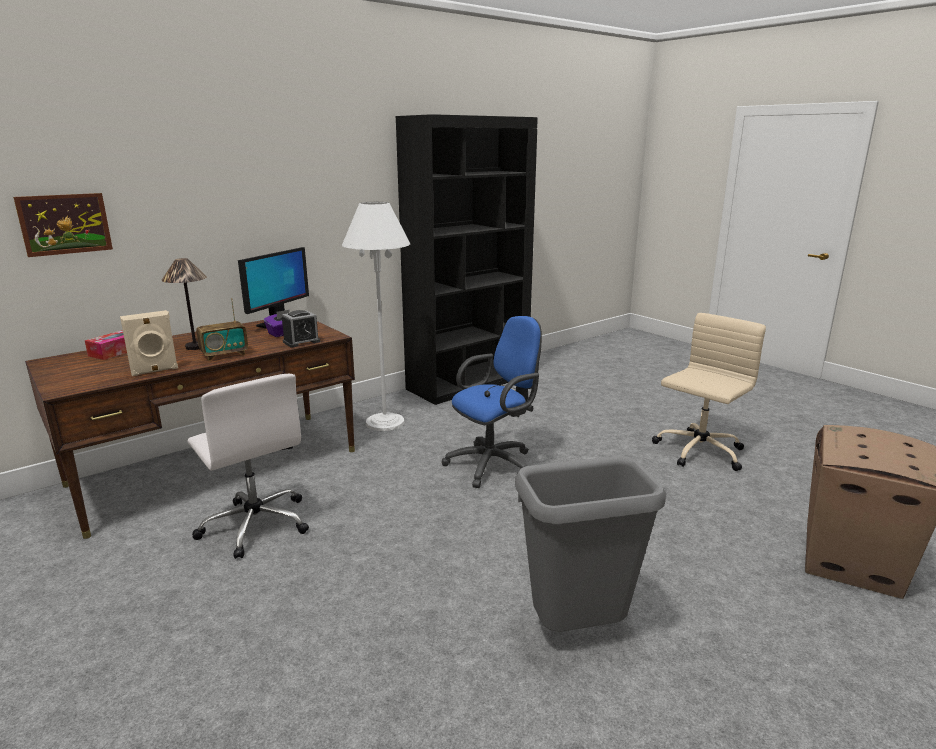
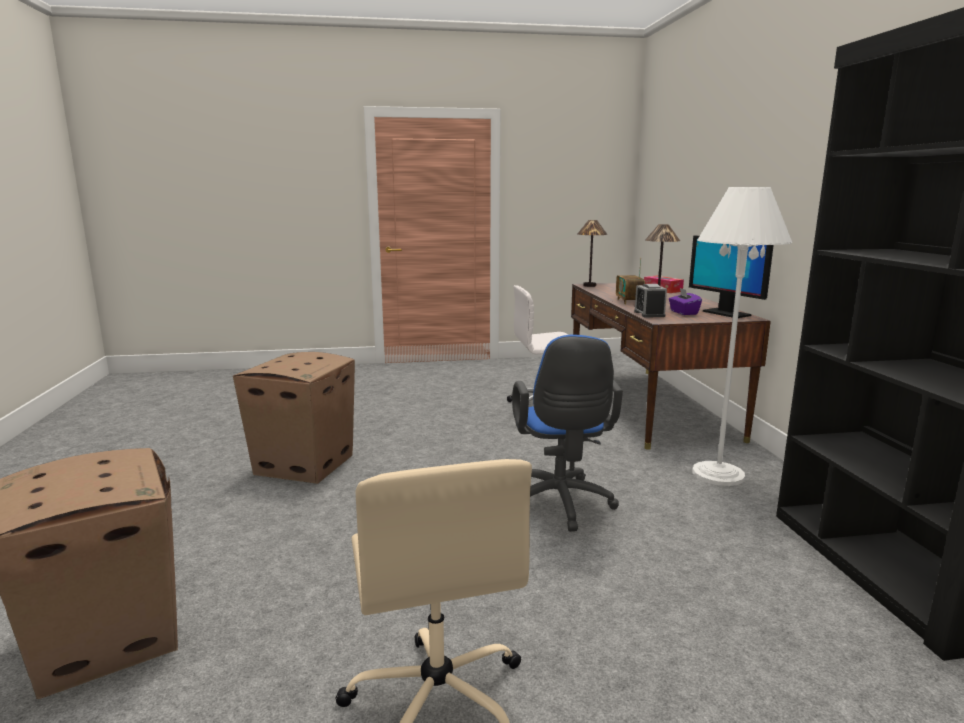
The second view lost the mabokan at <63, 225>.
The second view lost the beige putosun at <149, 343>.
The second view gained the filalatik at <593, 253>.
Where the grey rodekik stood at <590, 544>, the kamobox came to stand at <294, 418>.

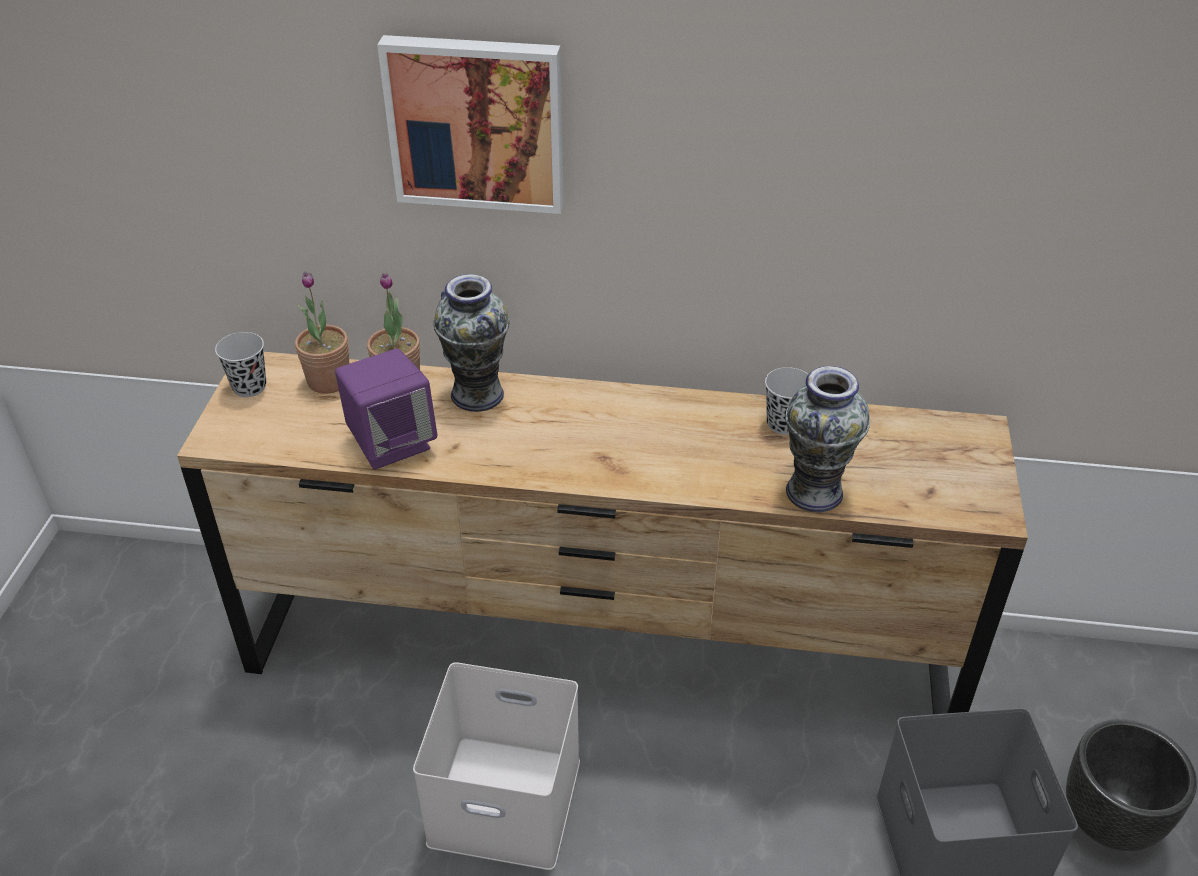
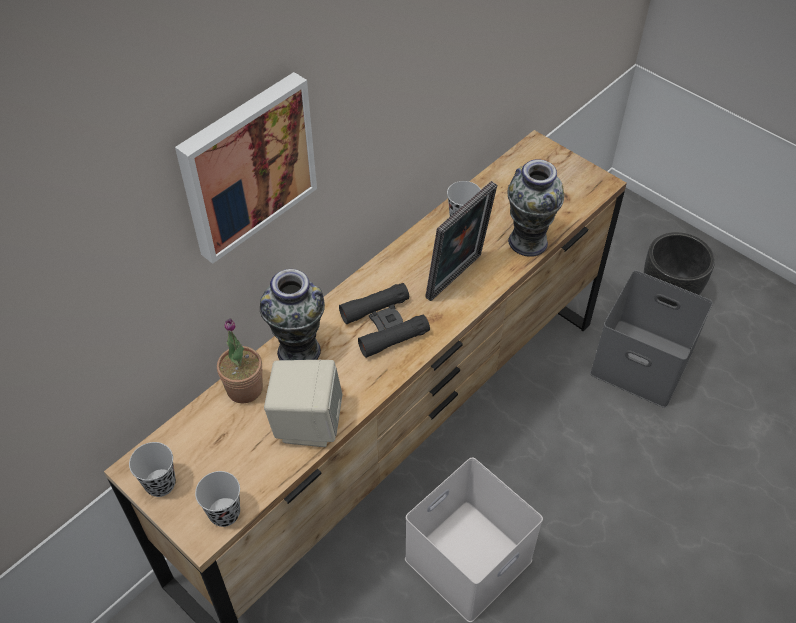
The second view lost the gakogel at <322, 333>.
The second view gained the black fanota at <217, 499>.
The second view gained the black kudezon at <384, 320>.
The second view gained the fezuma at <461, 241>.
What was the purple putosun at <386, 409> turned into the beige putosun at <303, 403>.

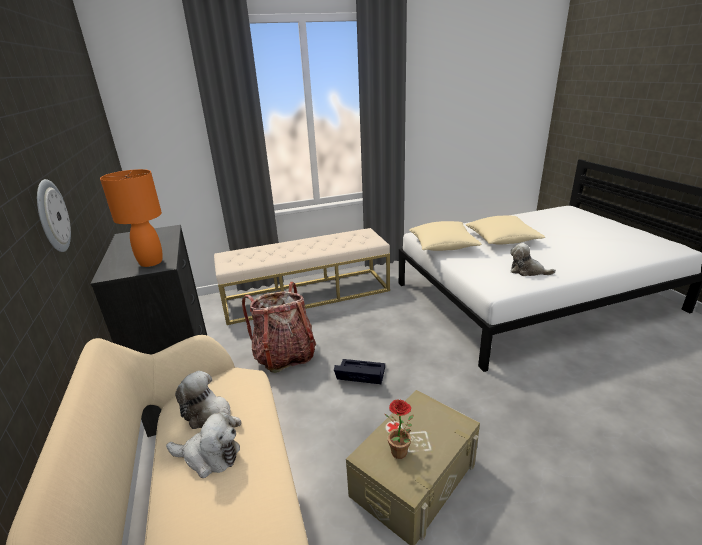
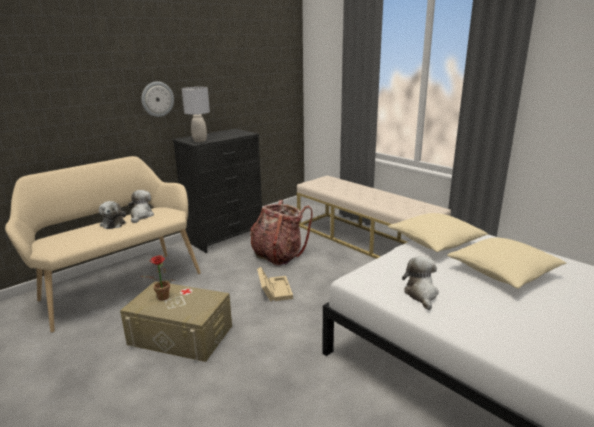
What was the orange filalatik at <131, 218> turned into the grey filalatik at <196, 114>.
What was the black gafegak at <359, 371> turned into the beige gafegak at <275, 284>.

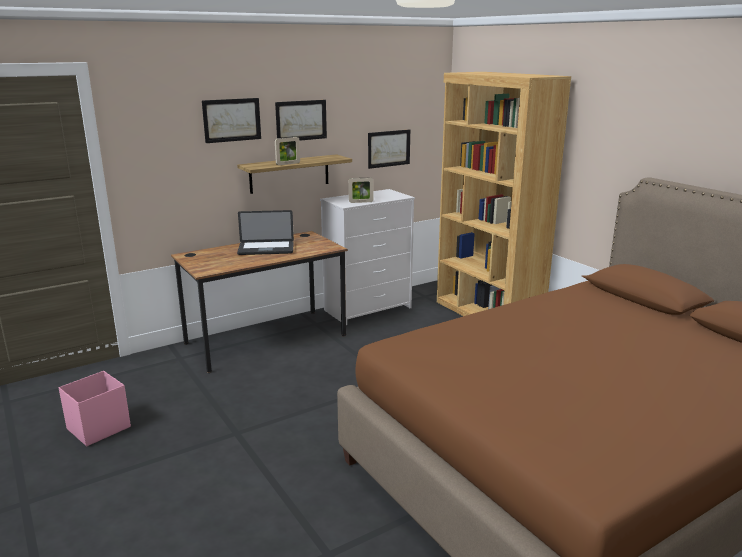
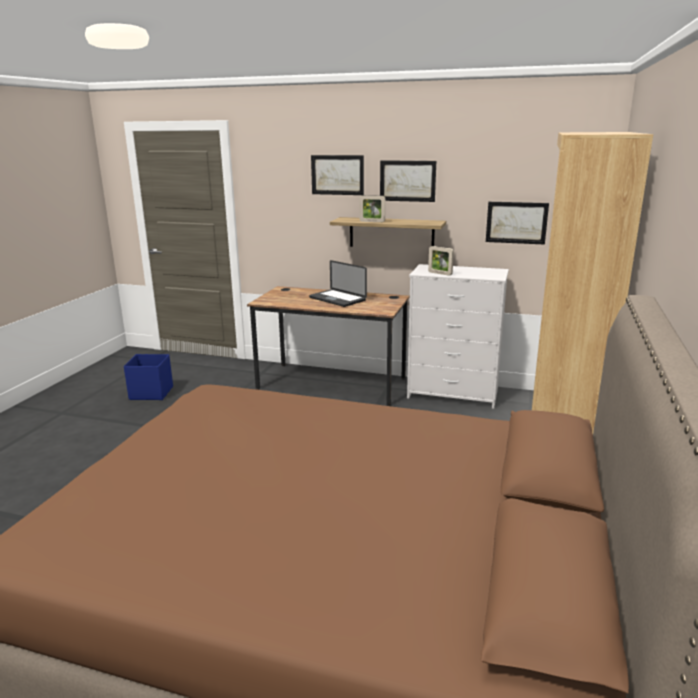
What was the pink gafegak at <95, 408> turned into the blue gafegak at <148, 377>.

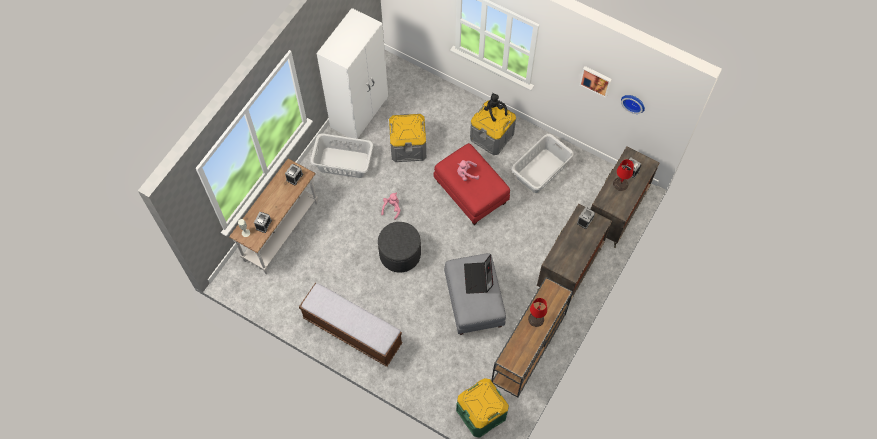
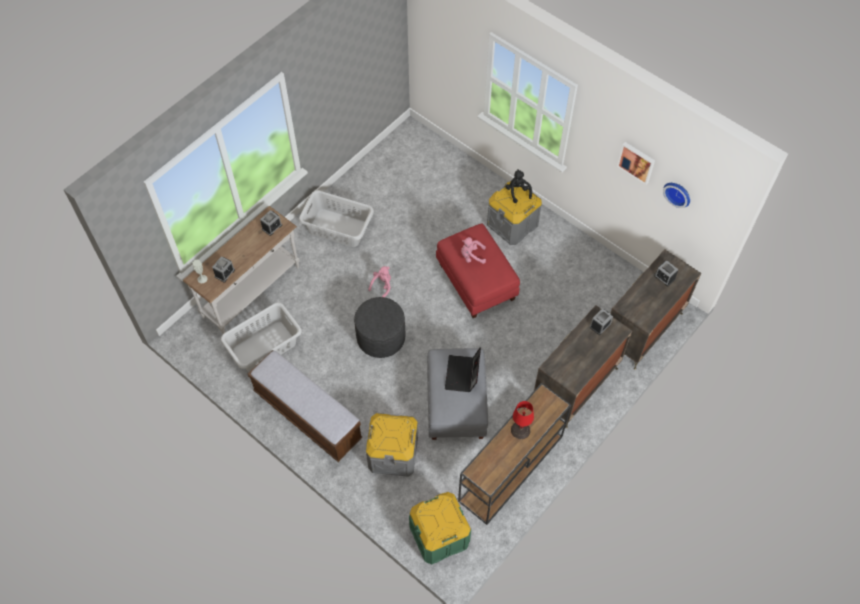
The second view lost the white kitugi at <352, 73>.
The second view lost the red filalatik at <623, 175>.
The grey gafegak ended up elsewhere, having gone from <407, 138> to <392, 445>.
The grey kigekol ended up elsewhere, having gone from <542, 163> to <261, 337>.

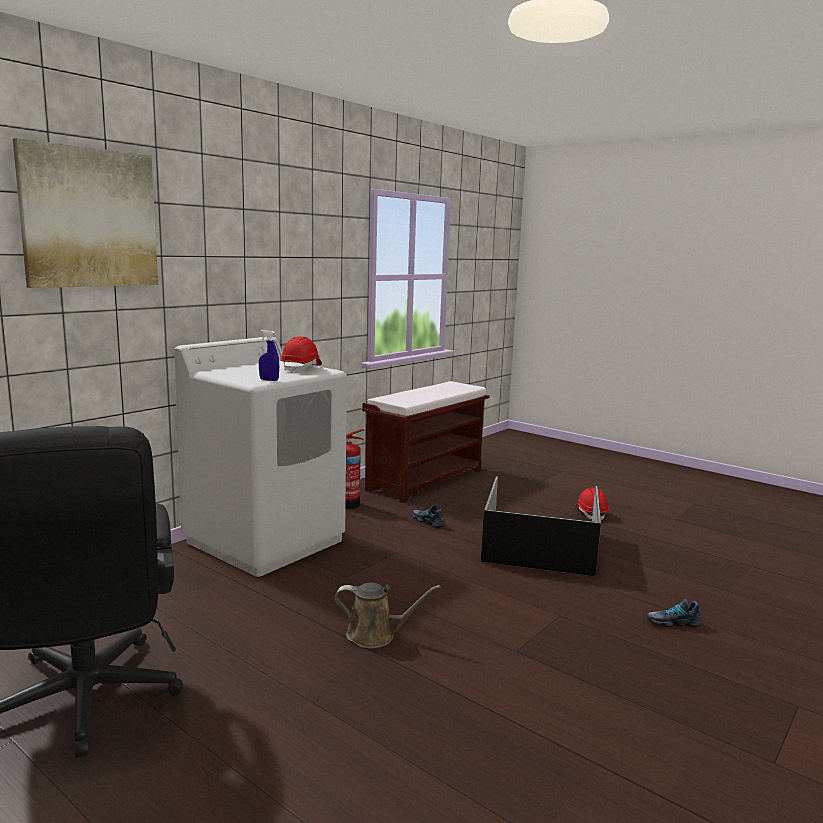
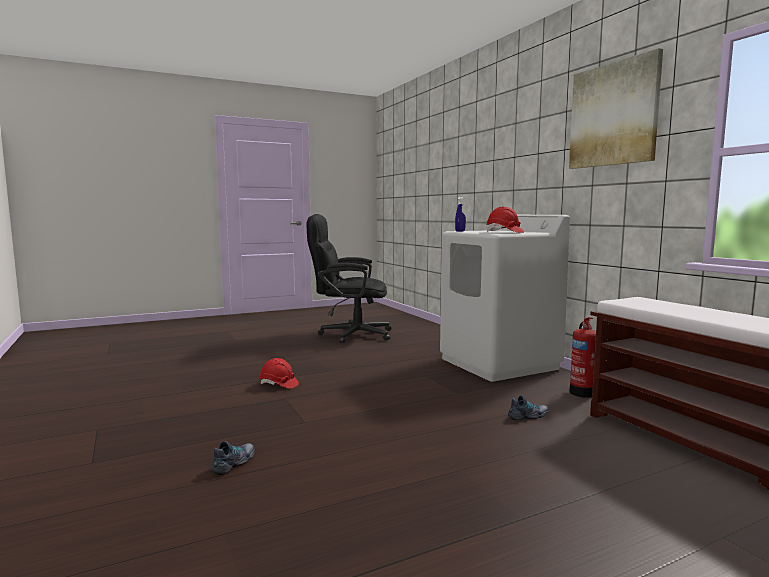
The second view lost the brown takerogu at <387, 615>.
The second view lost the black gafegak at <541, 526>.
The mabokan ended up elsewhere, having gone from <85, 213> to <616, 108>.
The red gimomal ended up elsewhere, having gone from <592, 504> to <279, 373>.

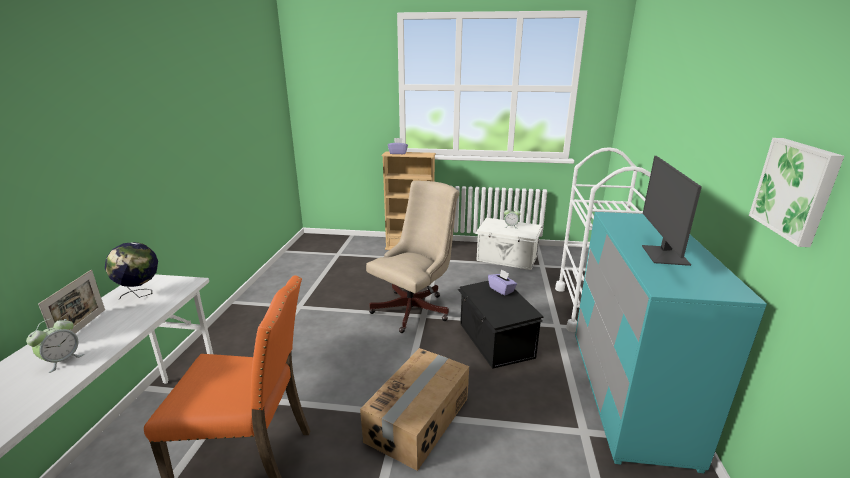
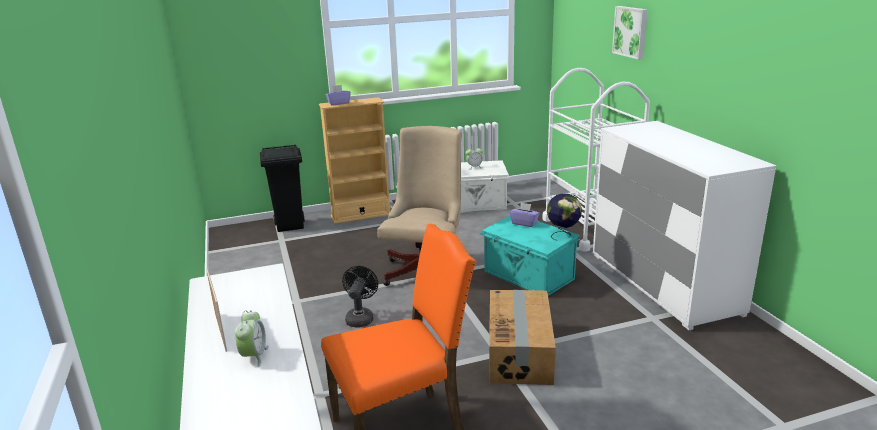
The second view lost the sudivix at <672, 211>.
The second view gained the black rodekik at <282, 188>.
The second view gained the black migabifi at <360, 296>.
The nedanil ended up elsewhere, having gone from <131, 271> to <564, 216>.
The mabokan ended up elsewhere, having gone from <796, 192> to <630, 33>.
What was the black gafegak at <501, 325> turned into the turquoise gafegak at <530, 256>.
What was the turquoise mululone at <671, 342> turned into the white mululone at <684, 225>.

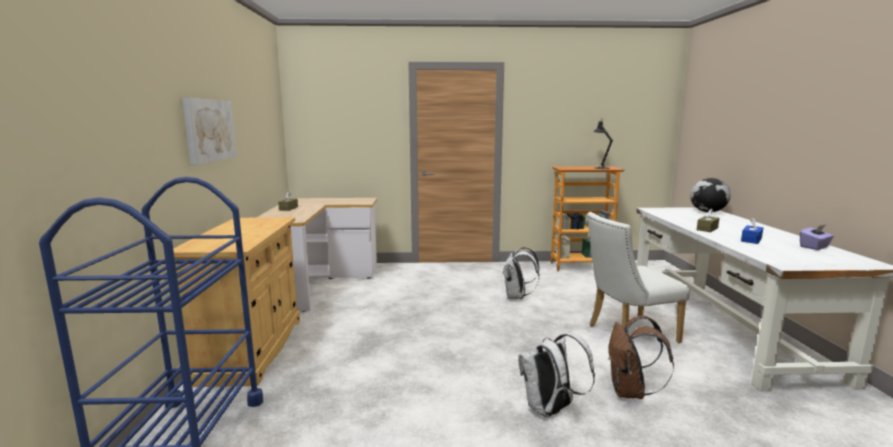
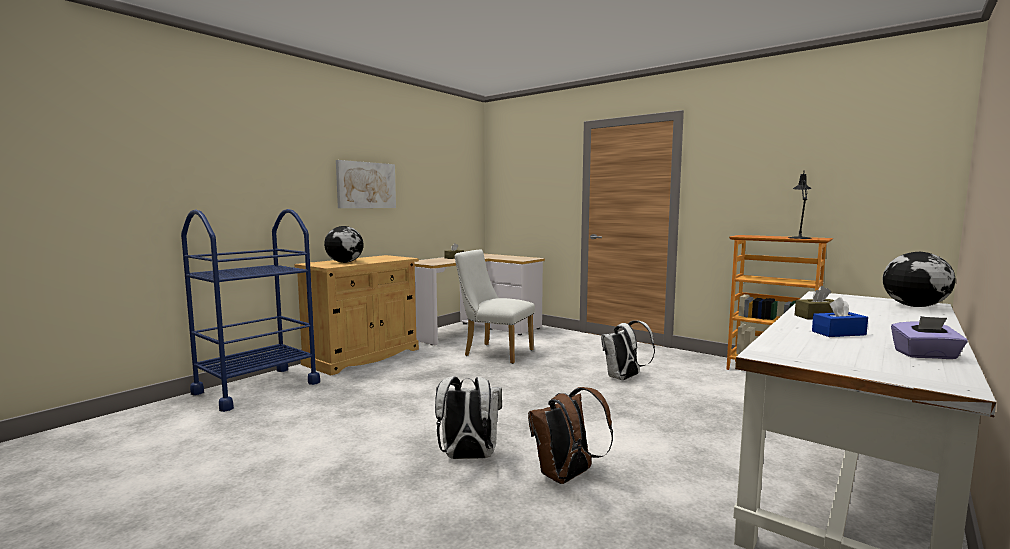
The second view gained the nedanil at <344, 244>.
The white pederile ended up elsewhere, having gone from <638, 277> to <494, 307>.

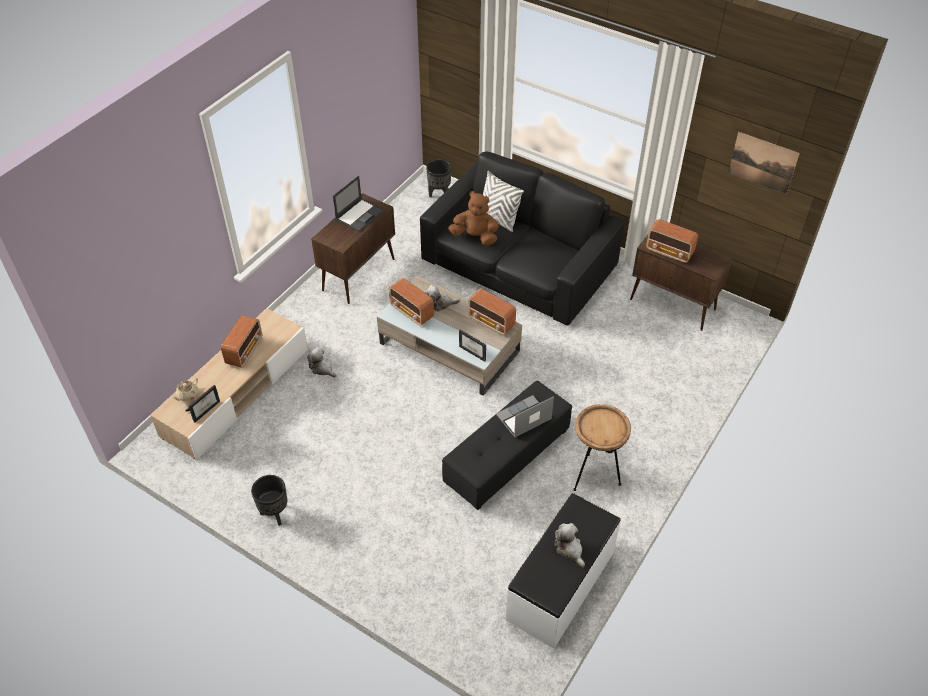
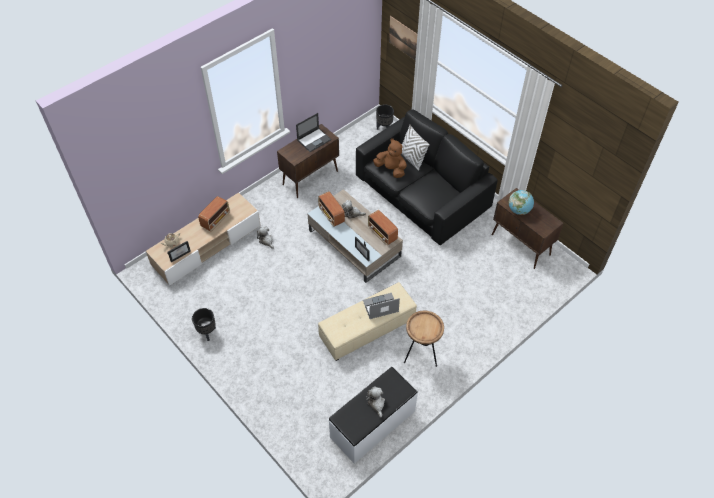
The mabokan ended up elsewhere, having gone from <764, 163> to <403, 38>.
Where the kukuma stood at <672, 241>, the nedanil came to stand at <521, 202>.
What was the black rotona at <507, 445> turned into the beige rotona at <367, 321>.

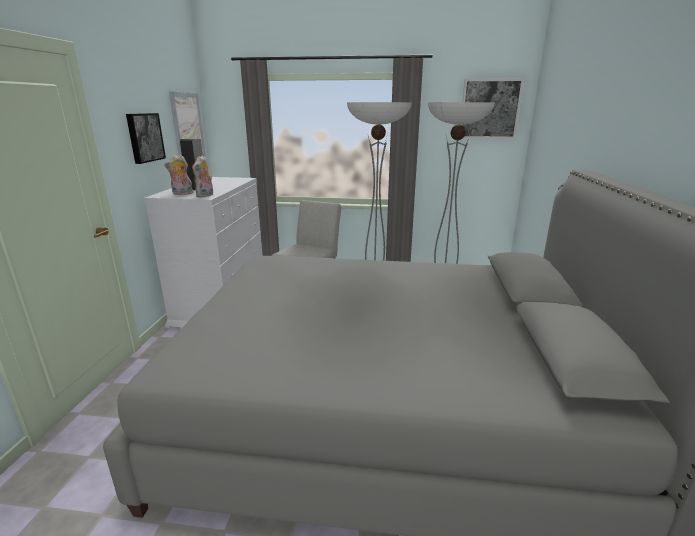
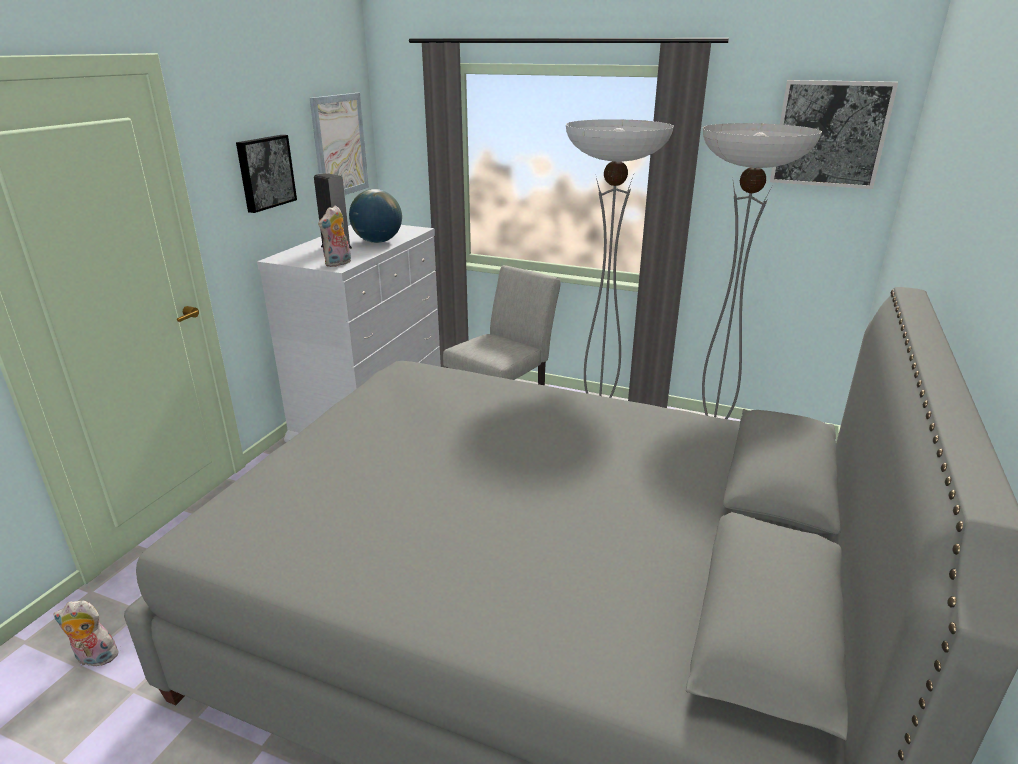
The second view gained the nedanil at <375, 216>.
The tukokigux ended up elsewhere, having gone from <178, 175> to <85, 634>.

